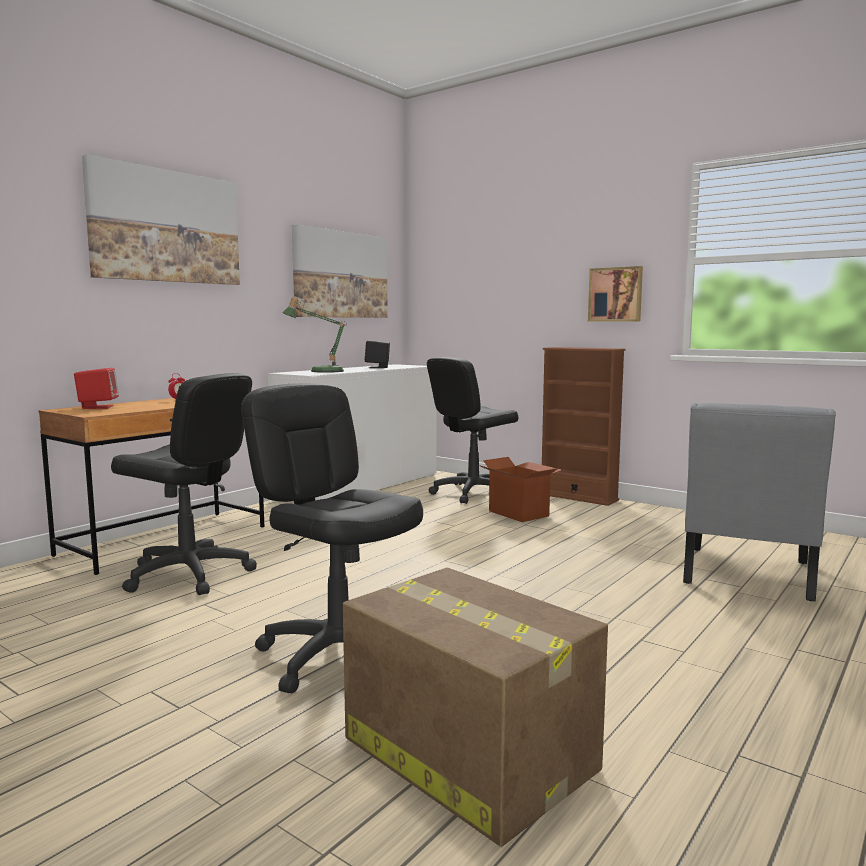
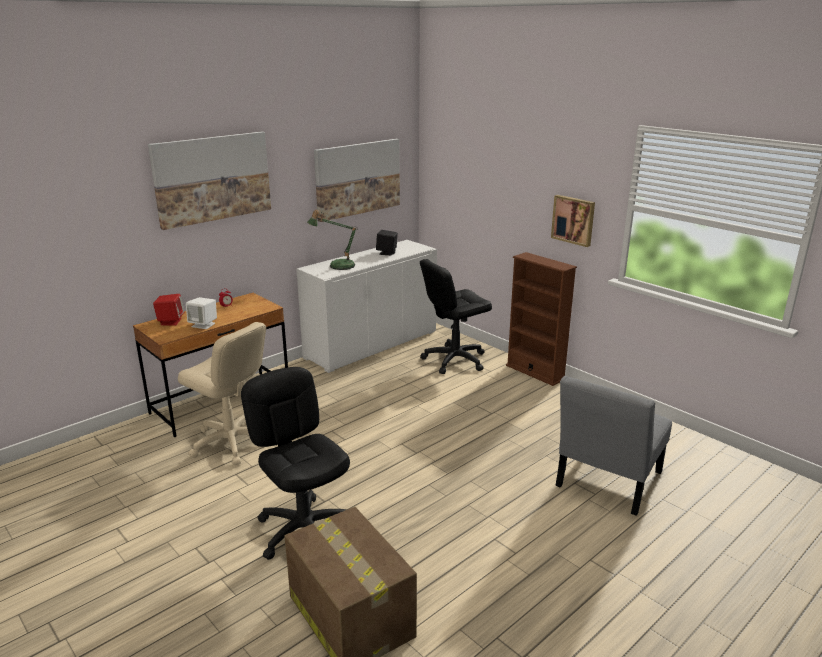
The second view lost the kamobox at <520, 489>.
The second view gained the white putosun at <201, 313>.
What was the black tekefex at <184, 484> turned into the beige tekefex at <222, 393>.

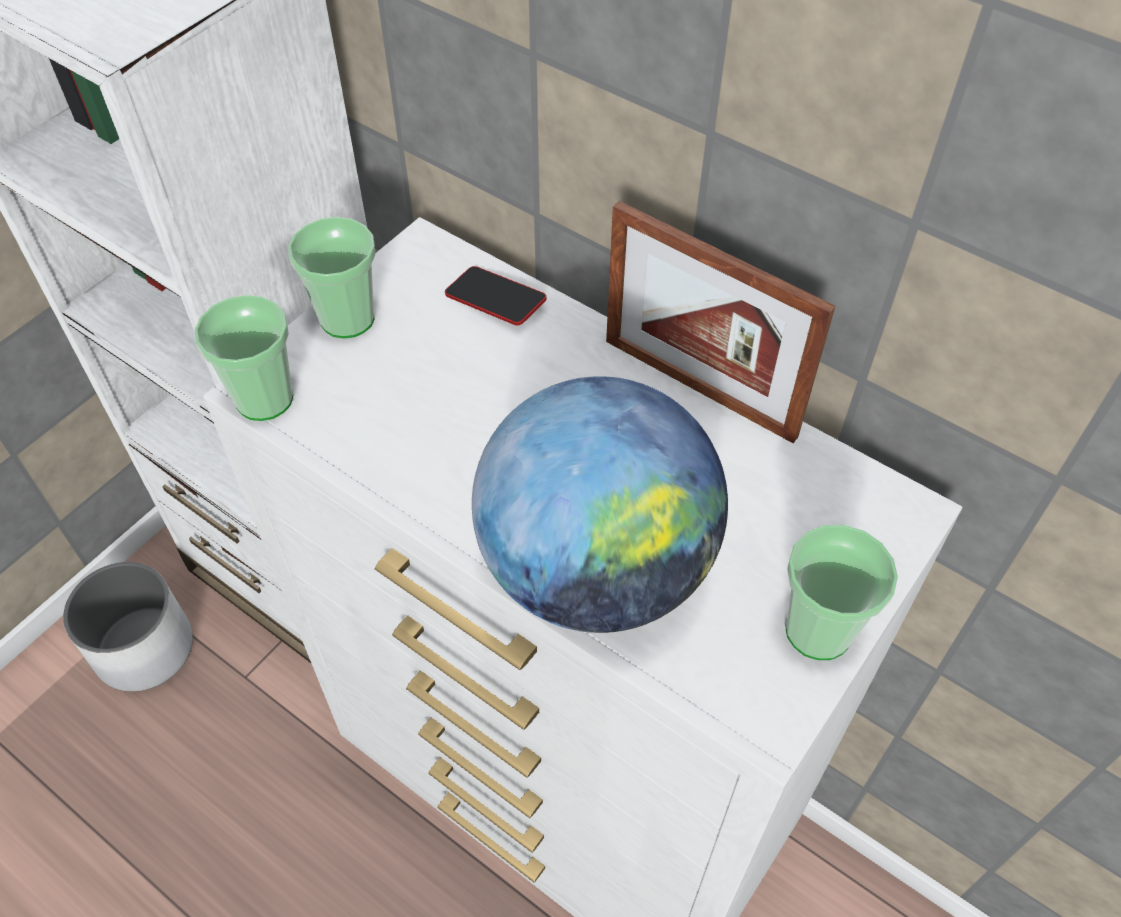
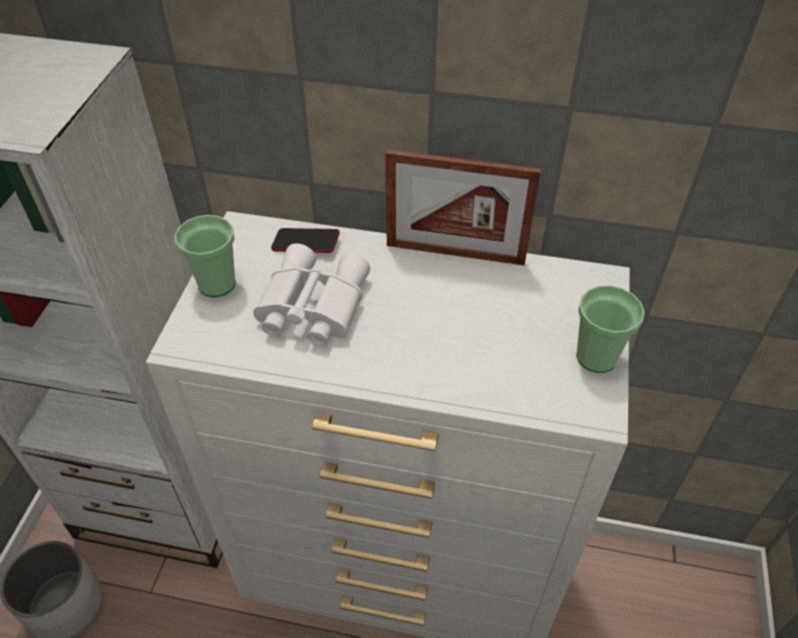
The second view lost the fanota at <244, 358>.
The second view lost the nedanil at <600, 504>.
The second view gained the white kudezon at <311, 294>.

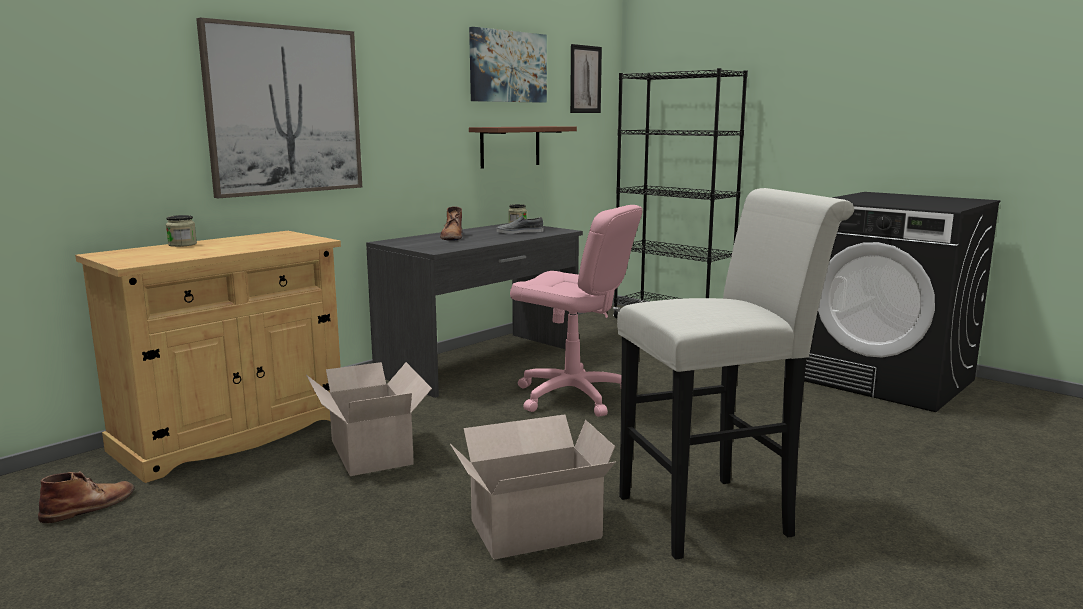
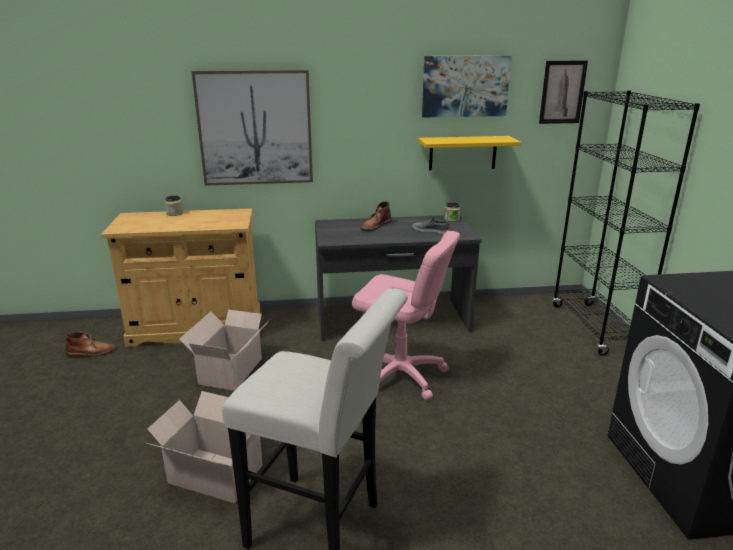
What was the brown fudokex at <523, 147> turned into the yellow fudokex at <469, 153>.
The pink tekefex at <576, 311> ended up facing another way, 45 degrees counterclockwise from before.

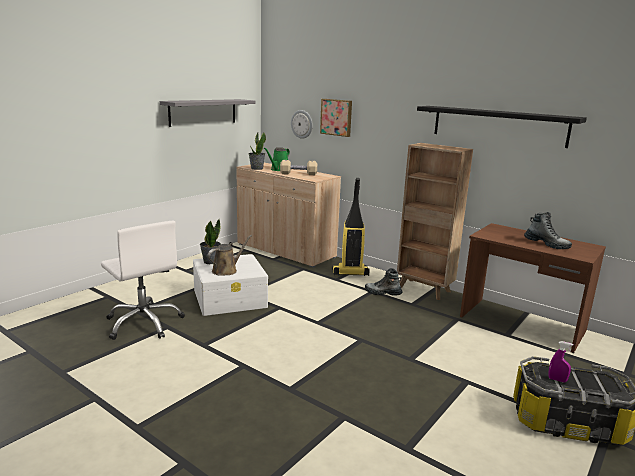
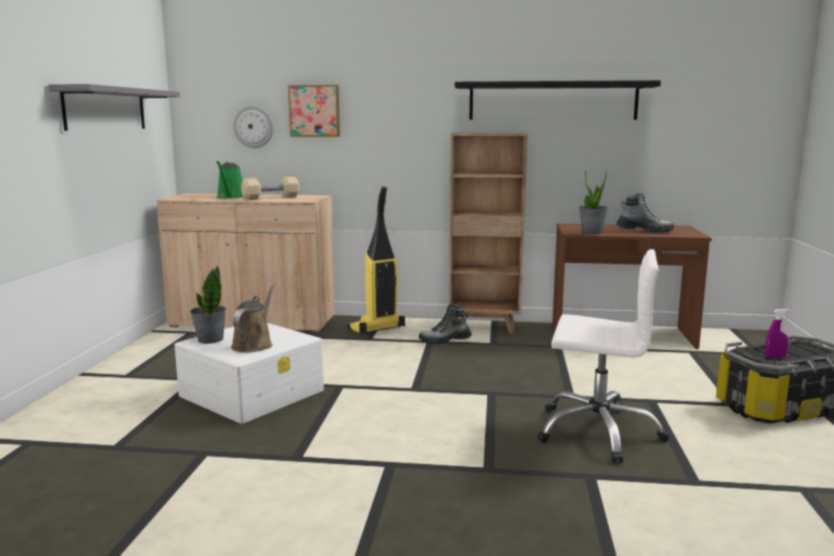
The white tekefex ended up elsewhere, having gone from <143, 280> to <603, 356>.
The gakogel ended up elsewhere, having gone from <257, 151> to <593, 201>.

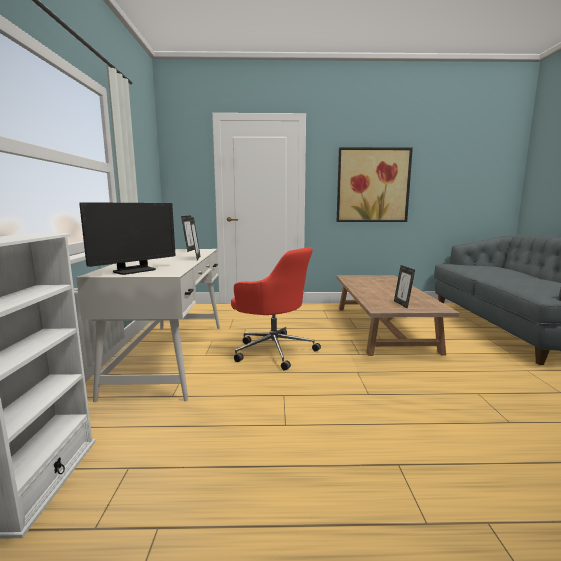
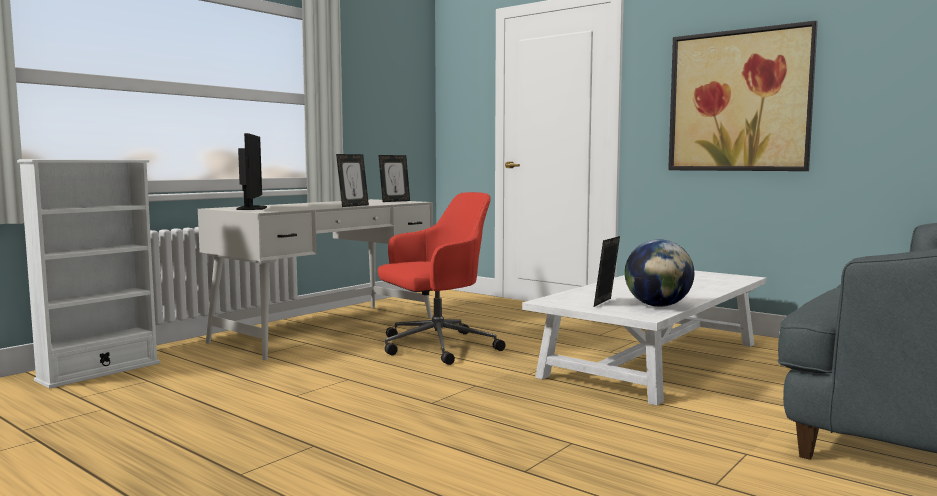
The second view gained the nedanil at <659, 273>.
What was the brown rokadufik at <397, 315> turned into the white rokadufik at <644, 338>.
The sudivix at <127, 238> ended up facing another way, 90 degrees counterclockwise from before.
The red tekefex at <276, 309> ended up facing another way, 105 degrees counterclockwise from before.

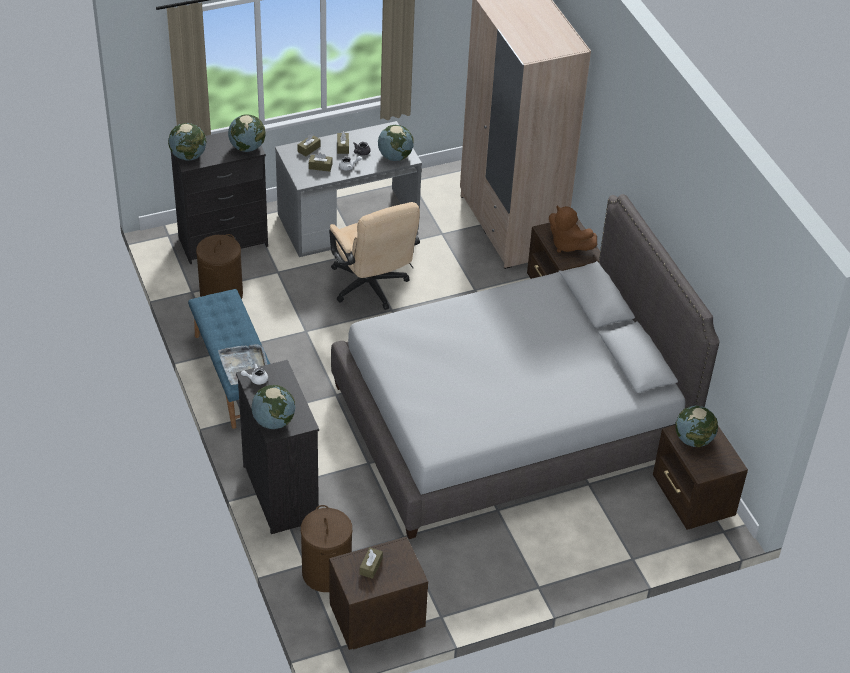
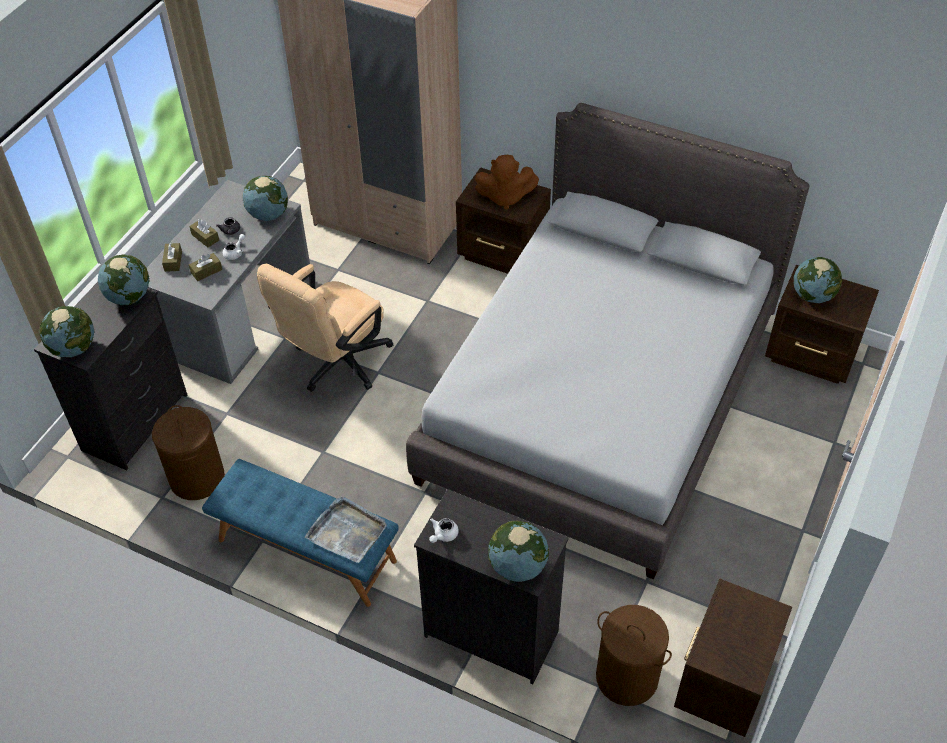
The second view lost the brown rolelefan at <371, 563>.
The beige tekefex at <374, 256> ended up facing another way, 105 degrees clockwise from before.

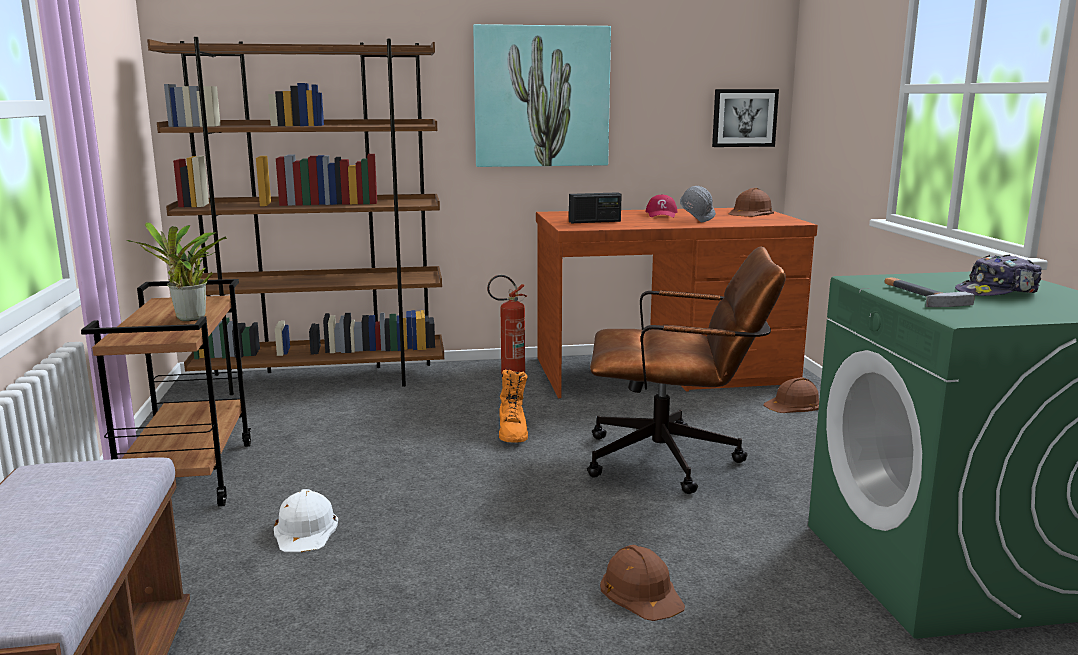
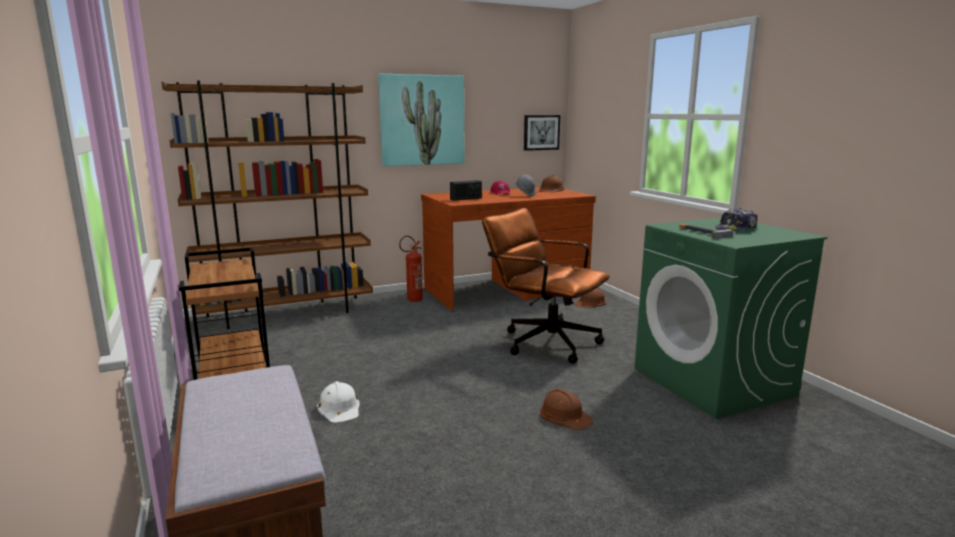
The second view lost the gakogel at <177, 271>.
The second view lost the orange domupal at <513, 406>.
The brown tekefex at <686, 370> ended up facing another way, 135 degrees counterclockwise from before.

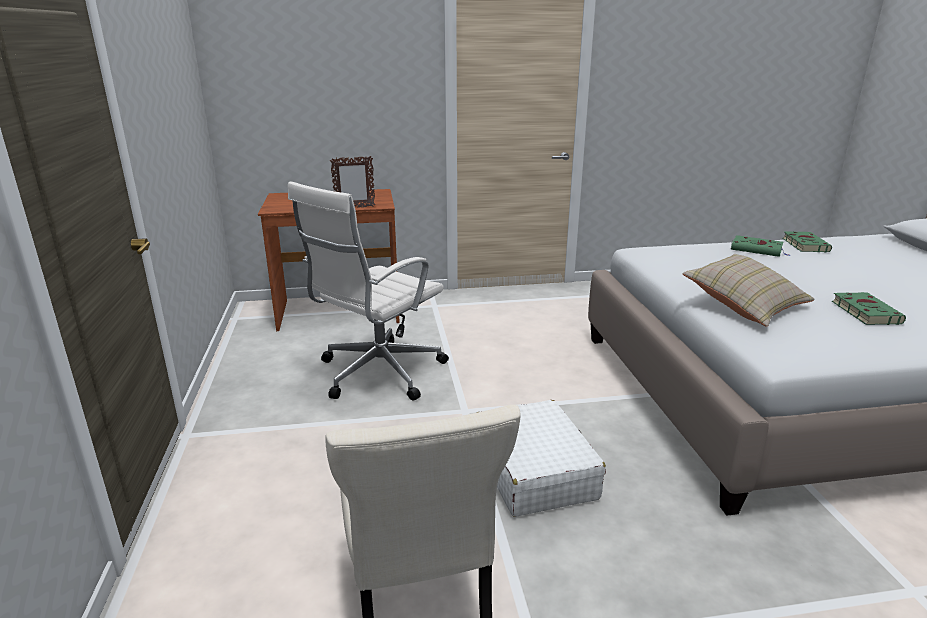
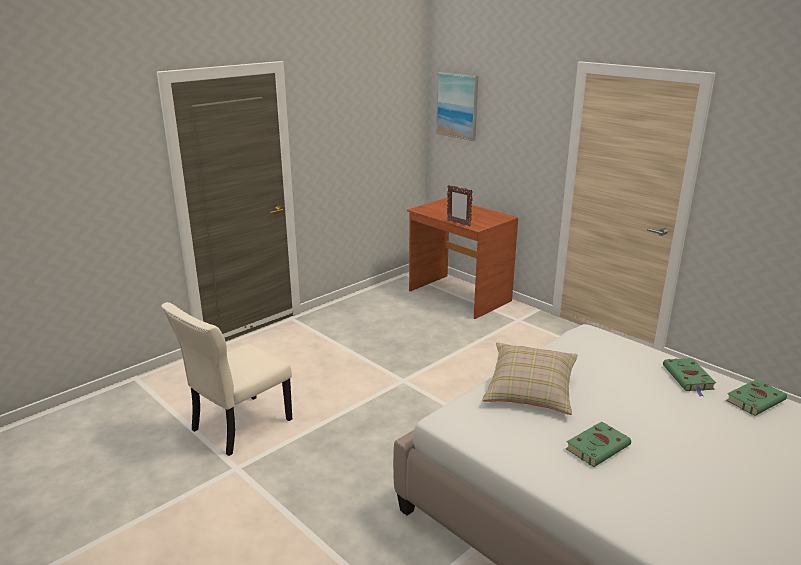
The second view lost the white tekefex at <368, 291>.
The second view lost the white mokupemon at <541, 458>.
The second view gained the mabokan at <457, 106>.

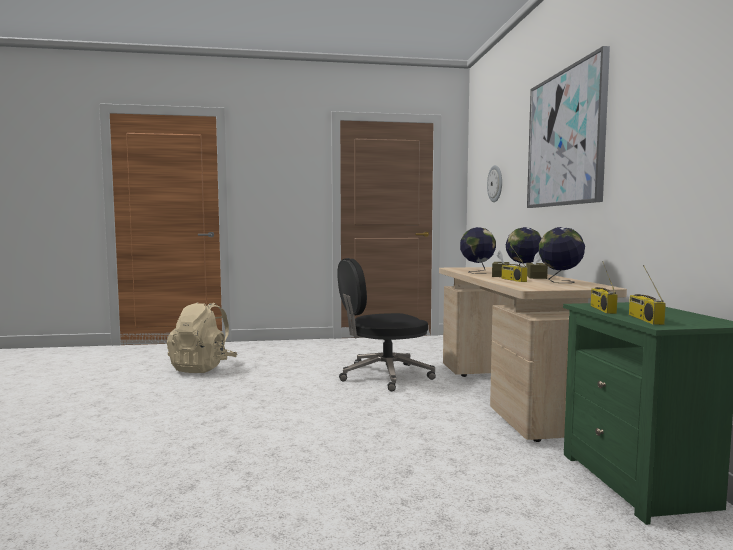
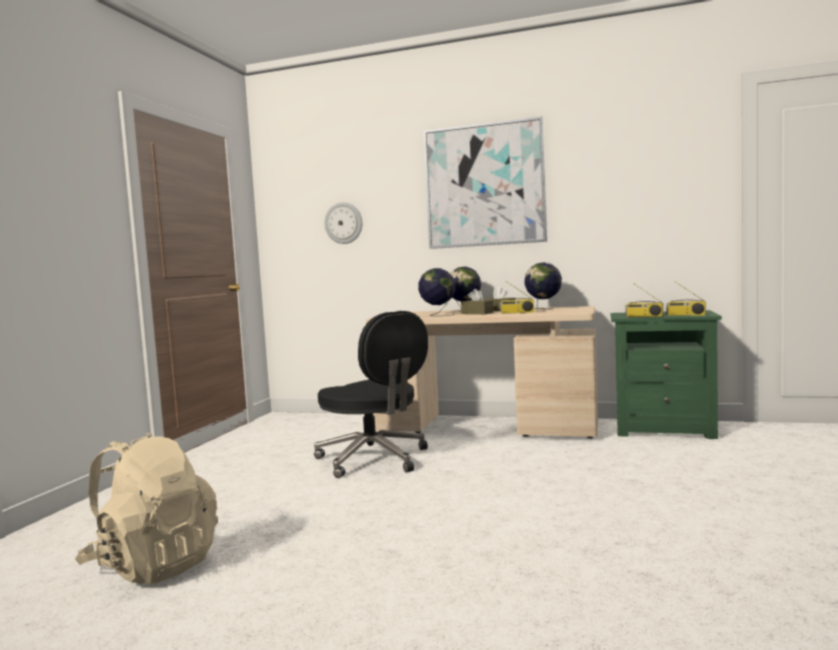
The black tekefex at <386, 324> ended up facing another way, 45 degrees counterclockwise from before.

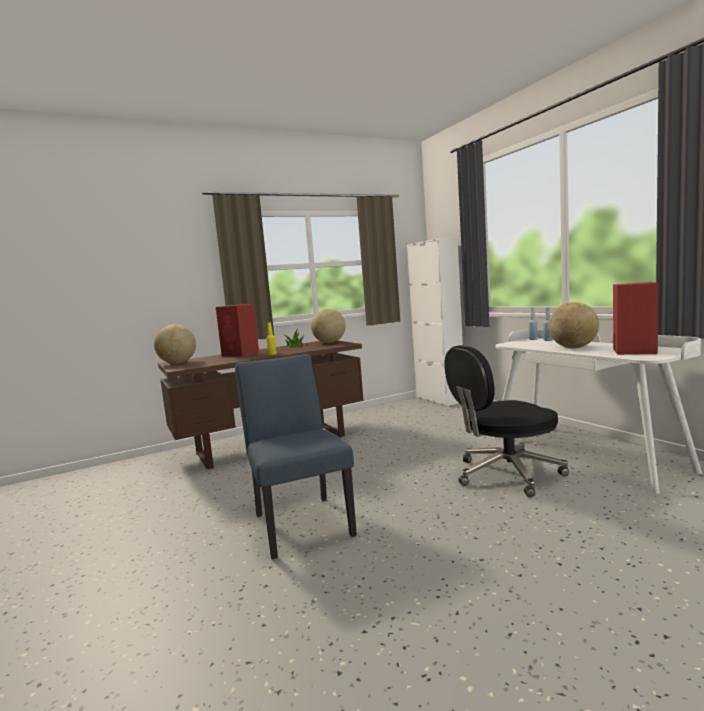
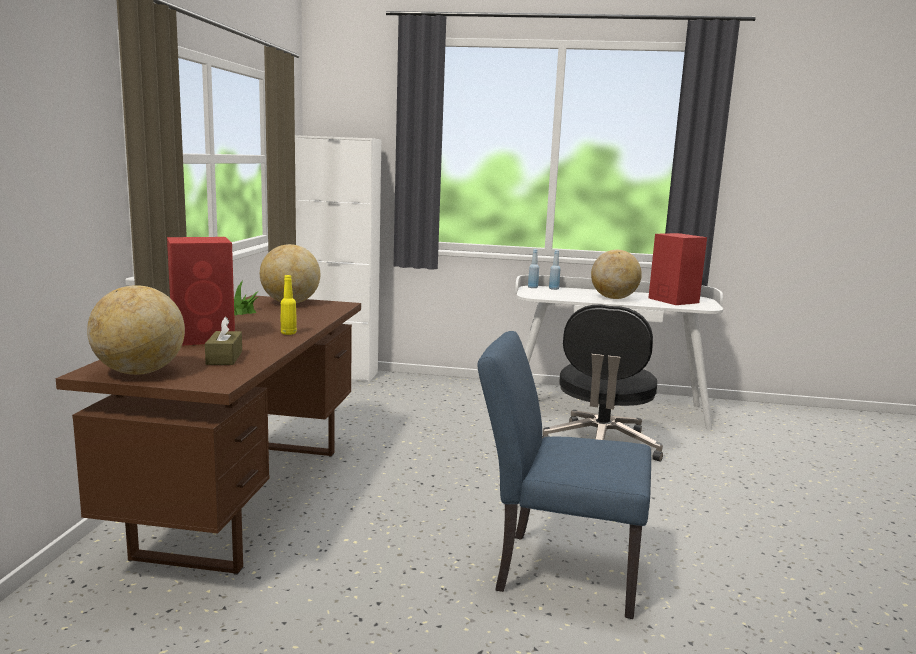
The second view gained the brown rolelefan at <223, 341>.

